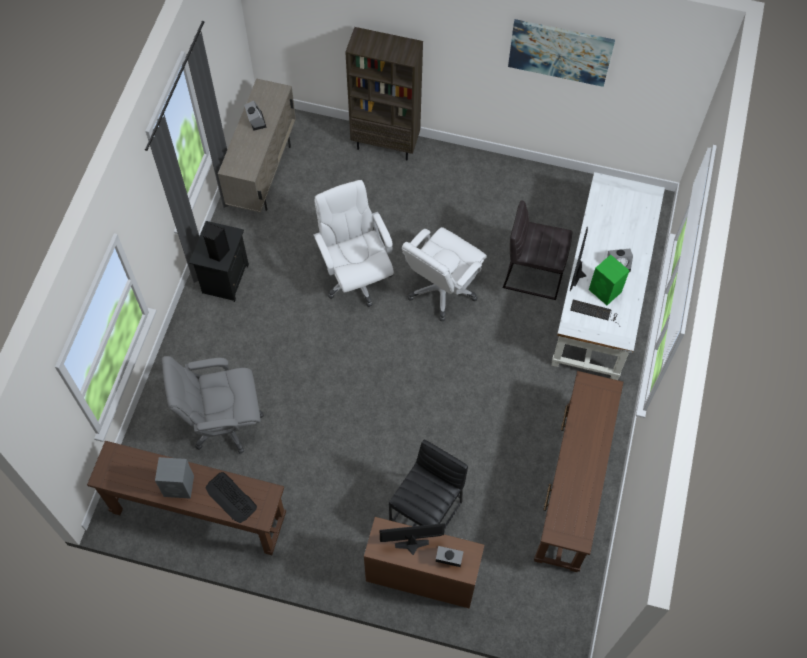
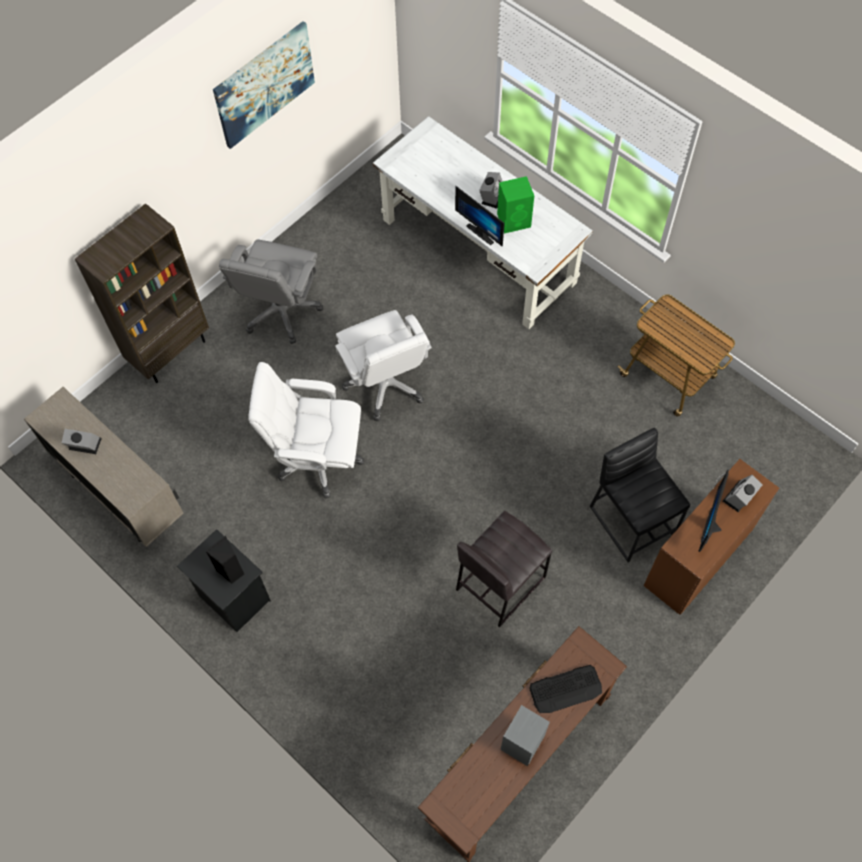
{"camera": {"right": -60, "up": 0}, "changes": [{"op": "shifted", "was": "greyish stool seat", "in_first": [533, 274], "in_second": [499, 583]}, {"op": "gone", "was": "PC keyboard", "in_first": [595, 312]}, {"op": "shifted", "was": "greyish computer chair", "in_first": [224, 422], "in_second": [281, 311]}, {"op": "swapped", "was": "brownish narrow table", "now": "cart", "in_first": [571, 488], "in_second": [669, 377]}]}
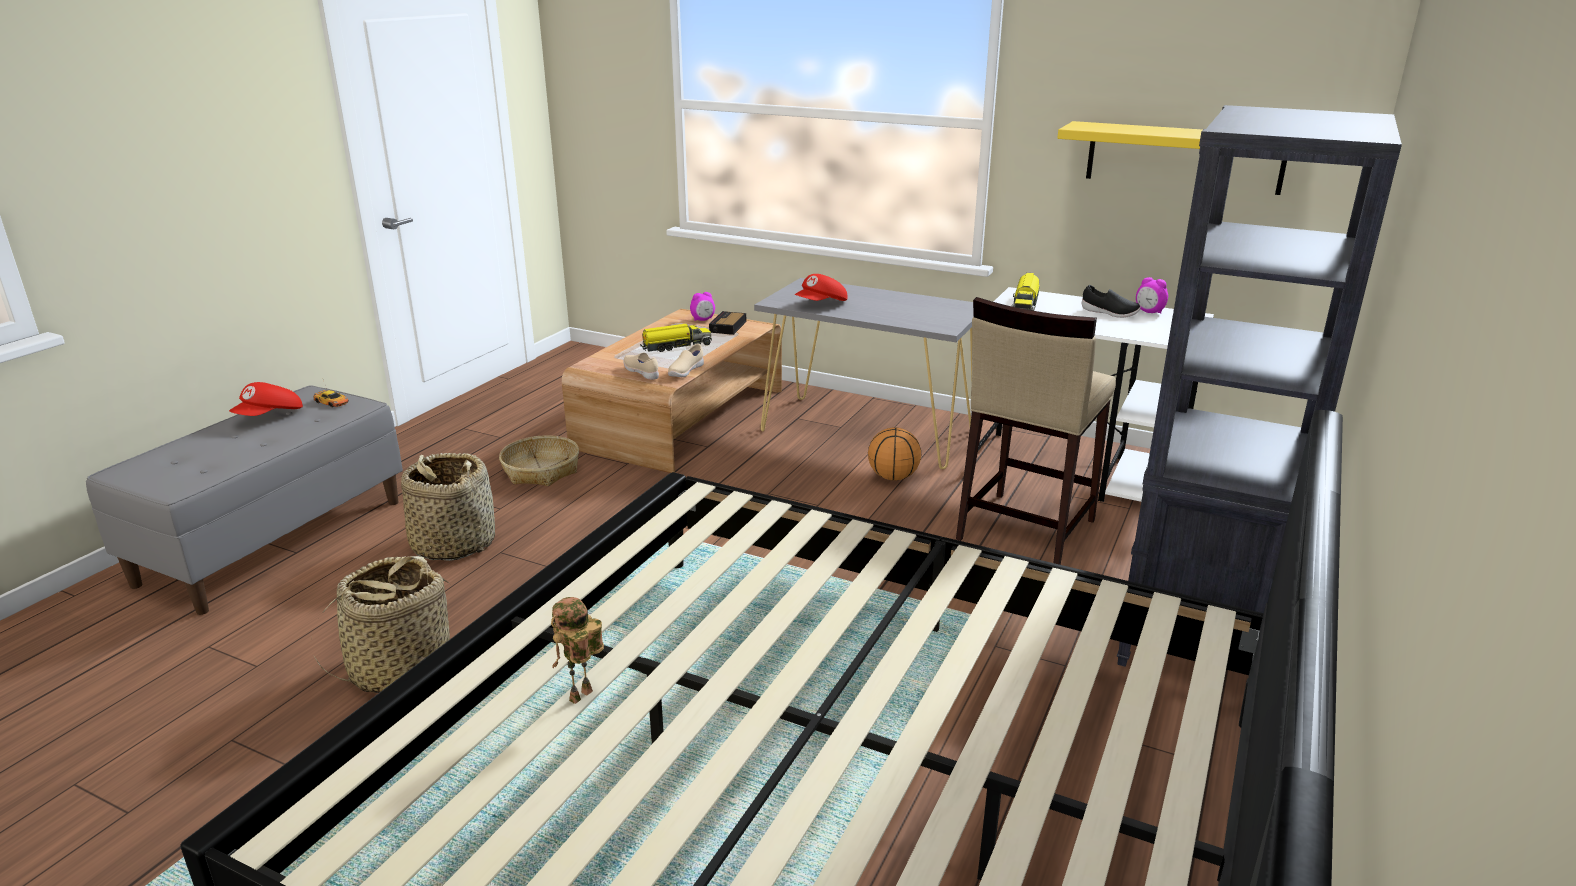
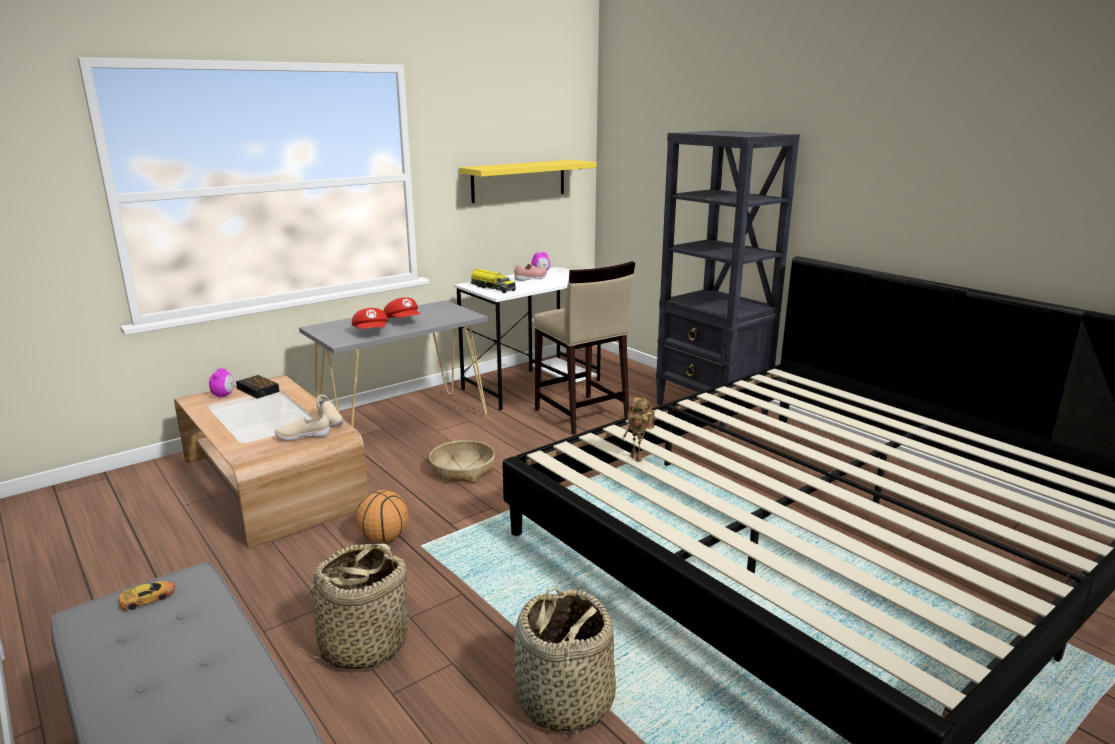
{"camera": {"right": -65, "up": -5}, "changes": [{"op": "repainted", "was": "black-coloured low shoe", "now": "pinkish low shoe", "in_first": [1109, 313], "in_second": [531, 278]}, {"op": "gone", "was": "model truck", "in_first": [676, 346]}, {"op": "shifted", "was": "red peaked cap", "in_first": [270, 416], "in_second": [403, 321]}, {"op": "shifted", "was": "ball for basketball", "in_first": [893, 477], "in_second": [384, 538]}, {"op": "shifted", "was": "storage basket", "in_first": [541, 471], "in_second": [462, 470]}, {"op": "shifted", "was": "model robot", "in_first": [581, 698], "in_second": [638, 458]}]}
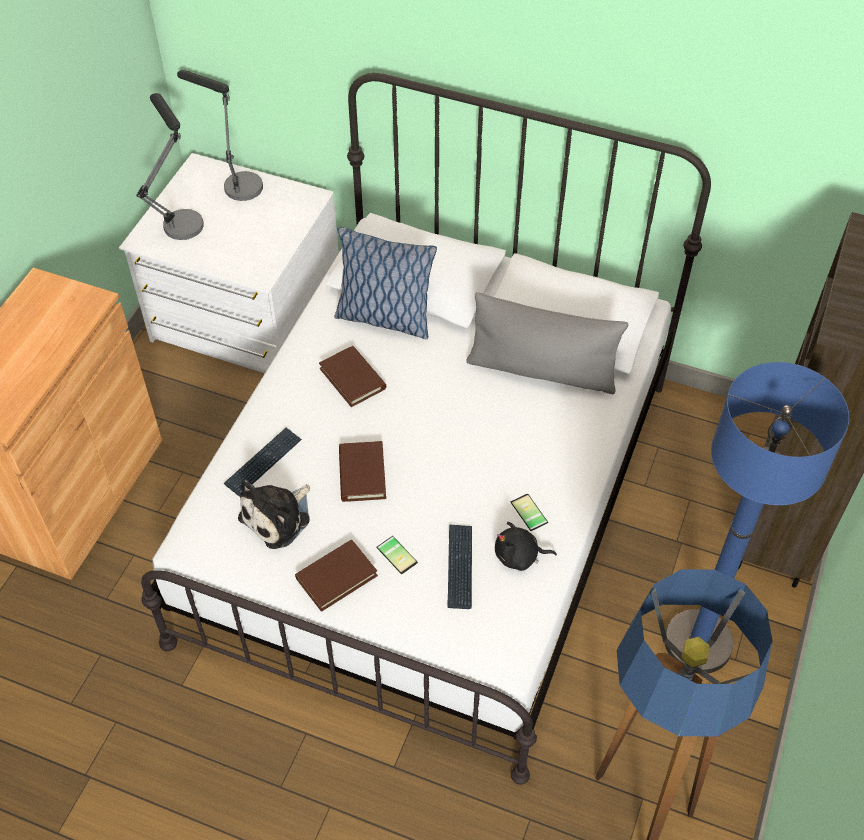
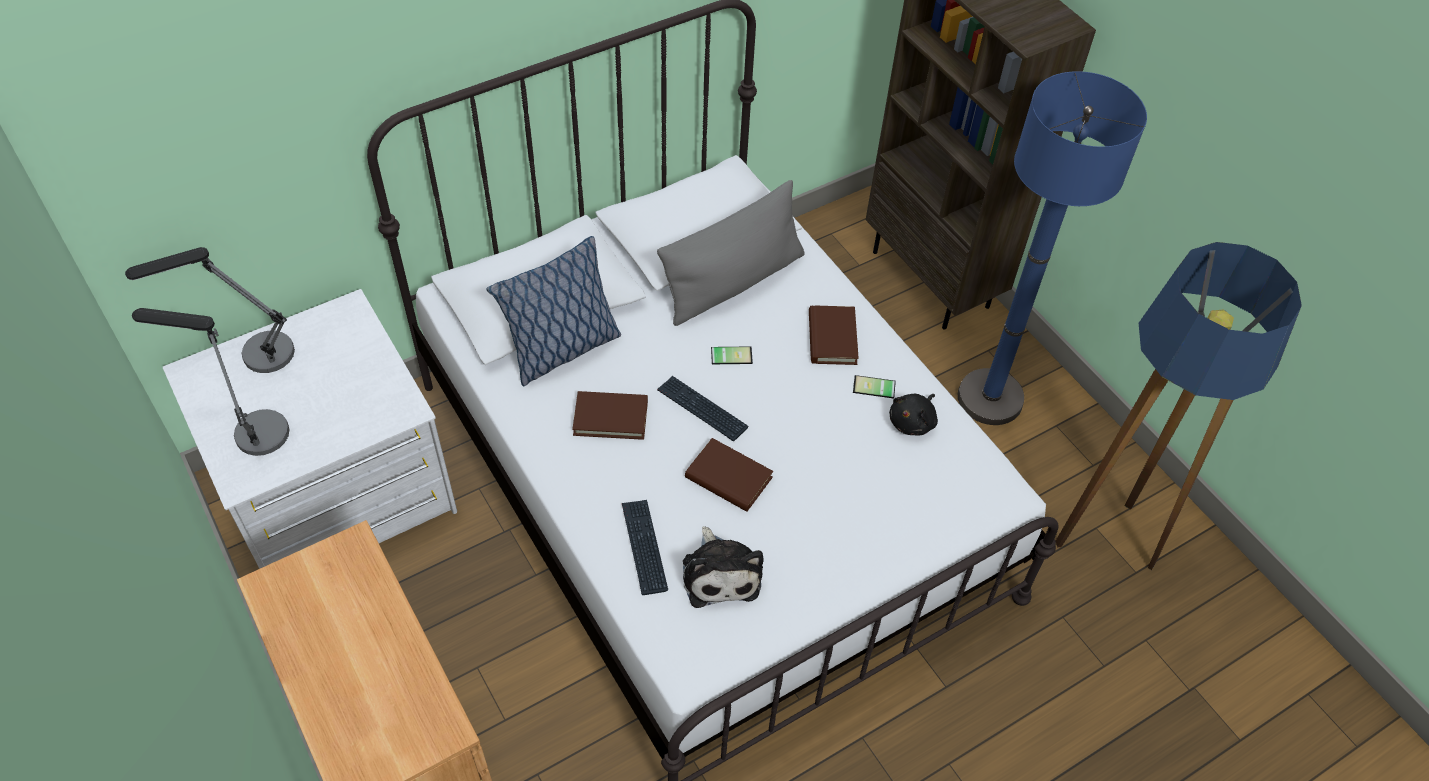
{"camera": {"right": -55, "up": 0}, "changes": [{"op": "shifted", "was": "PC keyboard", "in_first": [459, 567], "in_second": [702, 409]}, {"op": "shifted", "was": "telephone", "in_first": [398, 554], "in_second": [731, 354]}, {"op": "shifted", "was": "brownish bound book", "in_first": [336, 577], "in_second": [832, 338]}]}
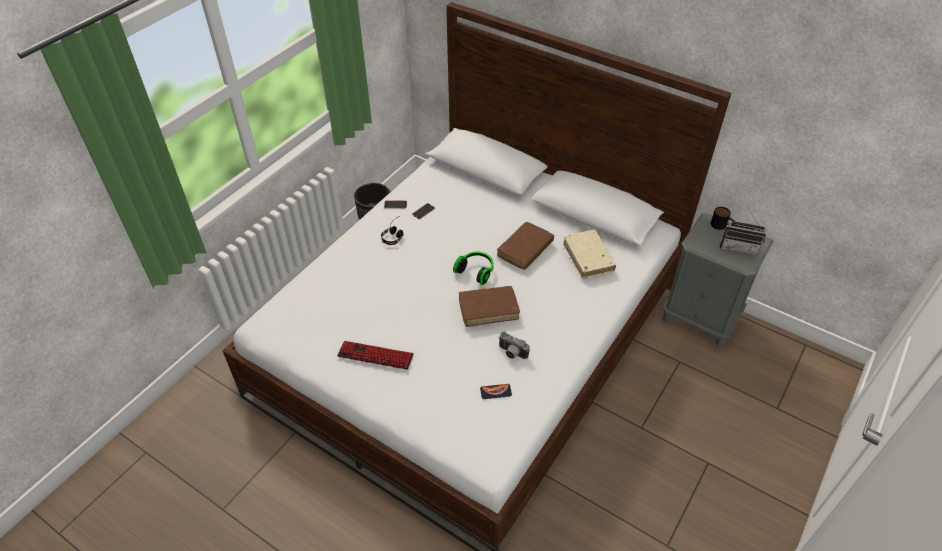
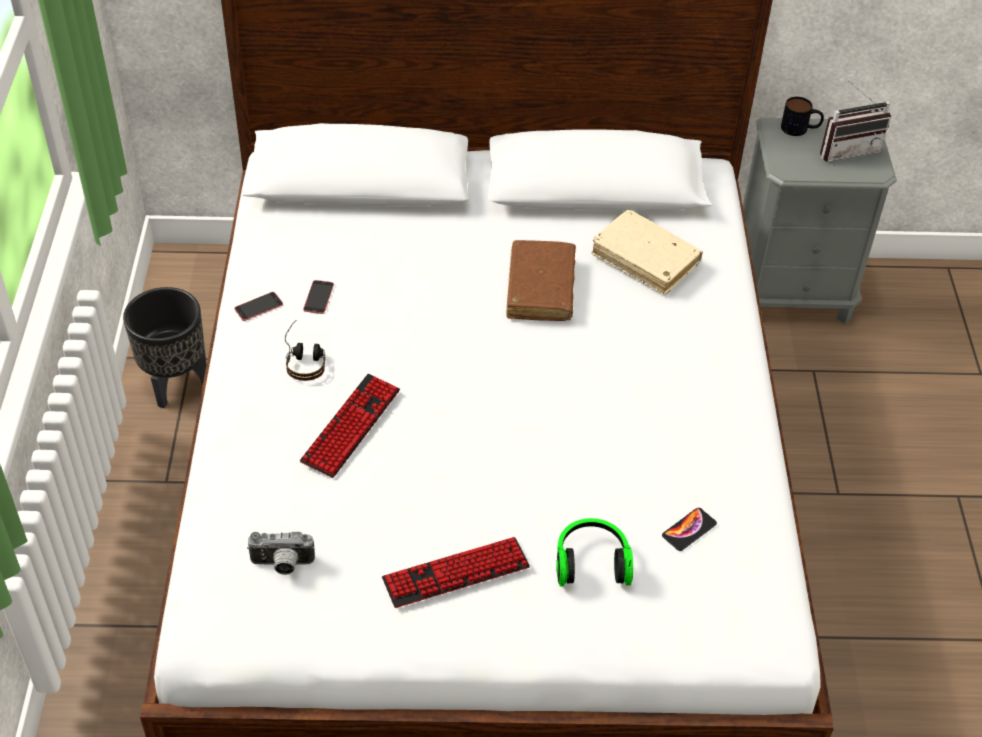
{"camera": {"right": -35, "up": 0}, "changes": [{"op": "shifted", "was": "pair of headphones", "in_first": [476, 271], "in_second": [591, 562]}, {"op": "gone", "was": "brownish bound book", "in_first": [488, 310]}, {"op": "shifted", "was": "photo camera", "in_first": [511, 353], "in_second": [282, 565]}, {"op": "new", "now": "PC keyboard", "in_second": [351, 426]}]}
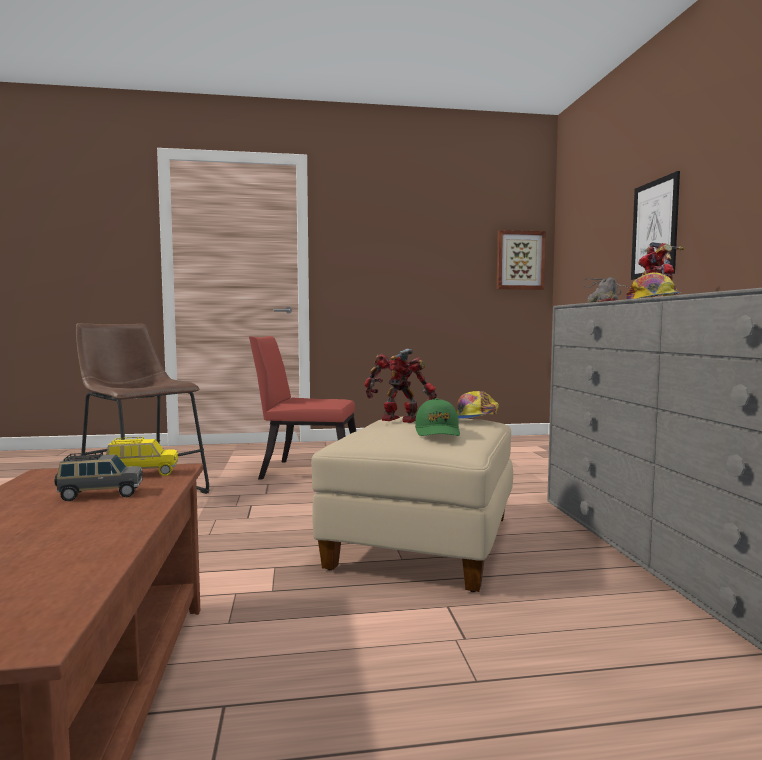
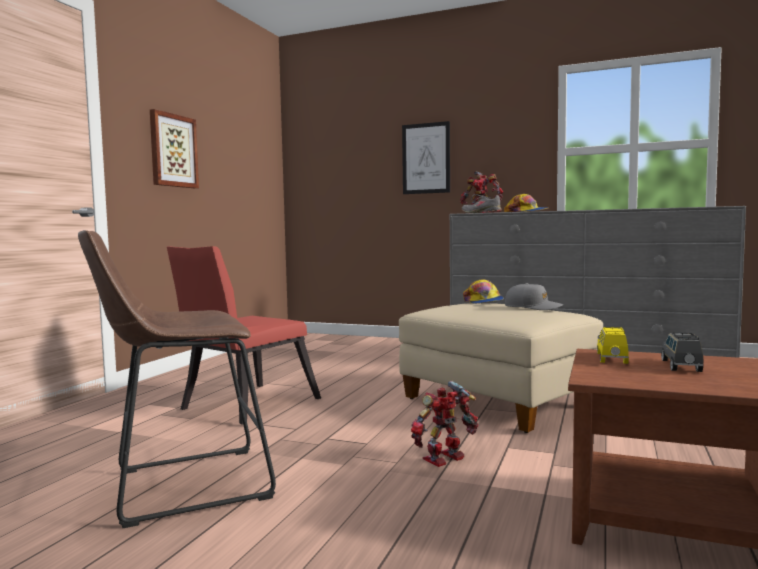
{"camera": {"right": -60, "up": 0}, "changes": [{"op": "shifted", "was": "wall picture", "in_first": [520, 260], "in_second": [173, 151]}, {"op": "shifted", "was": "model robot", "in_first": [399, 420], "in_second": [446, 459]}, {"op": "repainted", "was": "green peaked cap", "now": "greyish peaked cap", "in_first": [437, 431], "in_second": [533, 307]}]}
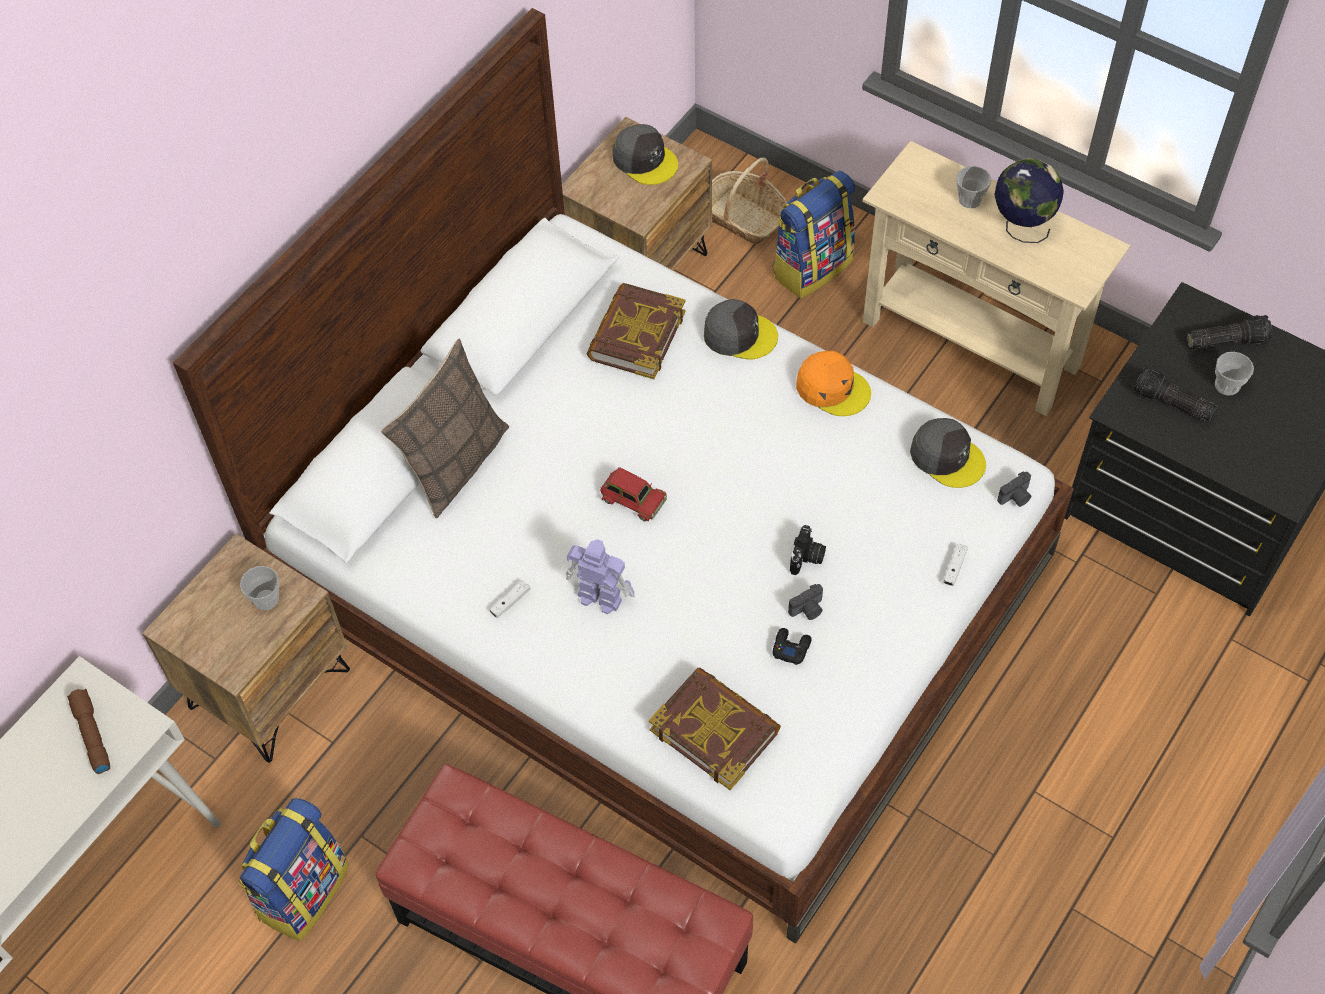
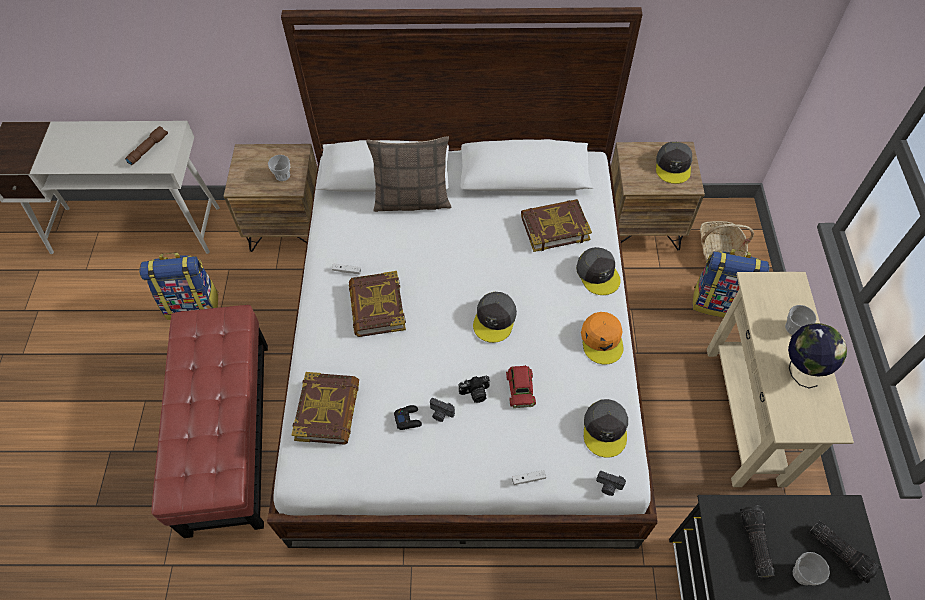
{"camera": {"right": 55, "up": 0}, "changes": [{"op": "shifted", "was": "red model car", "in_first": [632, 498], "in_second": [520, 388]}, {"op": "swapped", "was": "model robot", "now": "bound book", "in_first": [599, 597], "in_second": [377, 307]}, {"op": "new", "now": "greyish peaked cap", "in_second": [495, 319]}]}
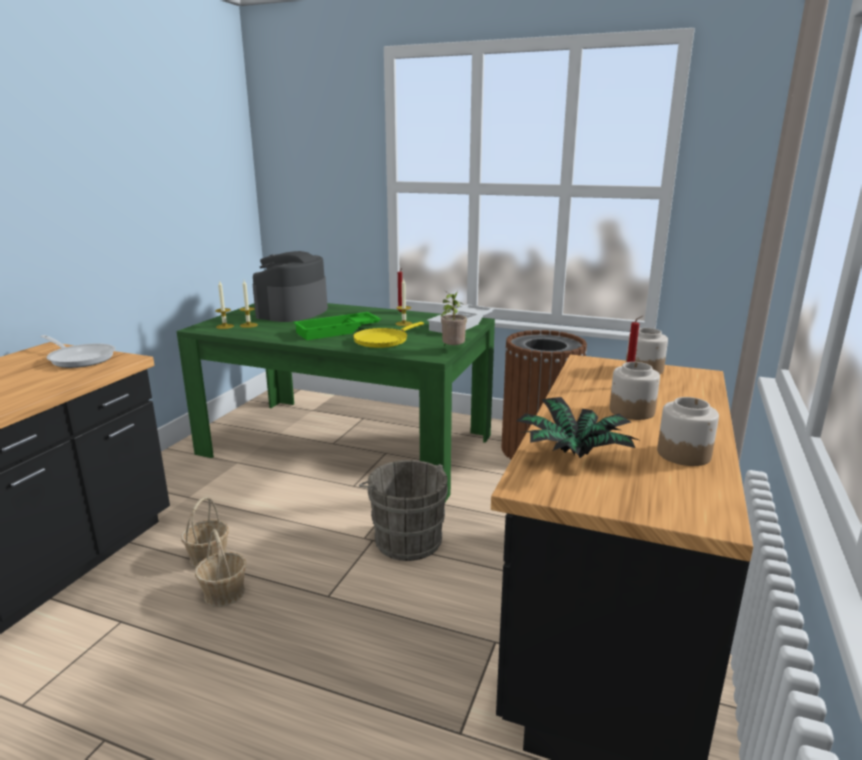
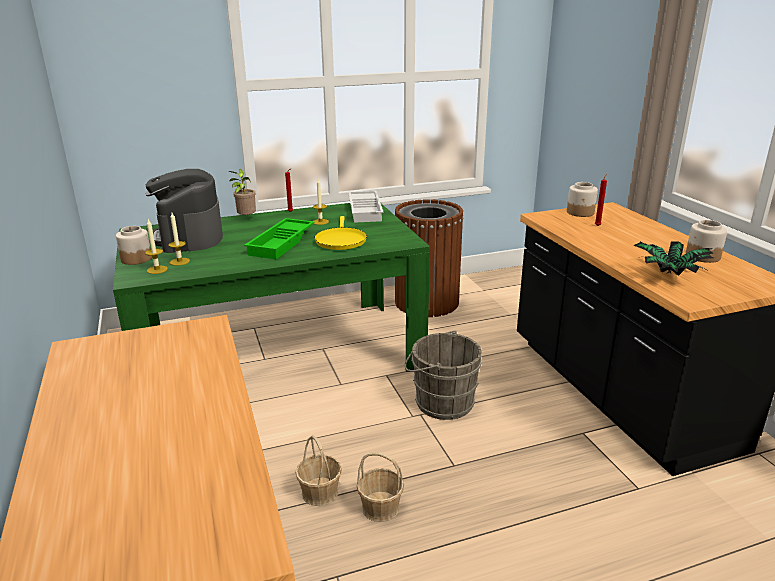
{"camera": {"right": -40, "up": 5}, "changes": [{"op": "shifted", "was": "potted plant", "in_first": [452, 350], "in_second": [246, 219]}, {"op": "gone", "was": "frying pan", "in_first": [80, 358]}, {"op": "shifted", "was": "jar", "in_first": [631, 411], "in_second": [136, 259]}]}
